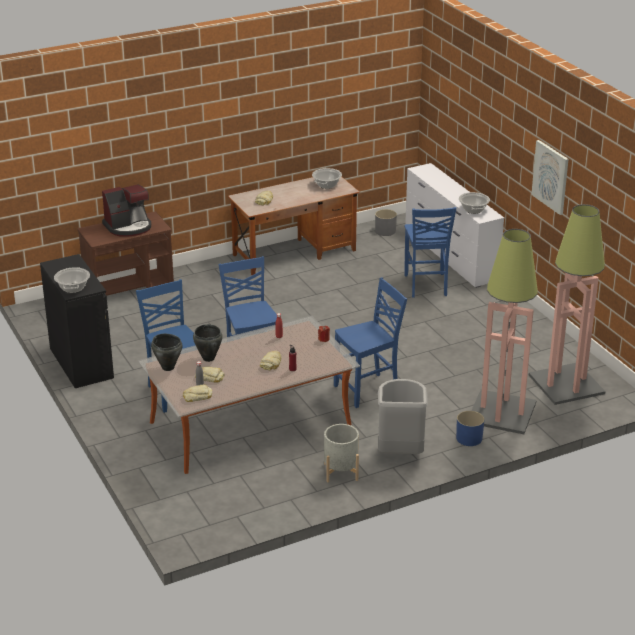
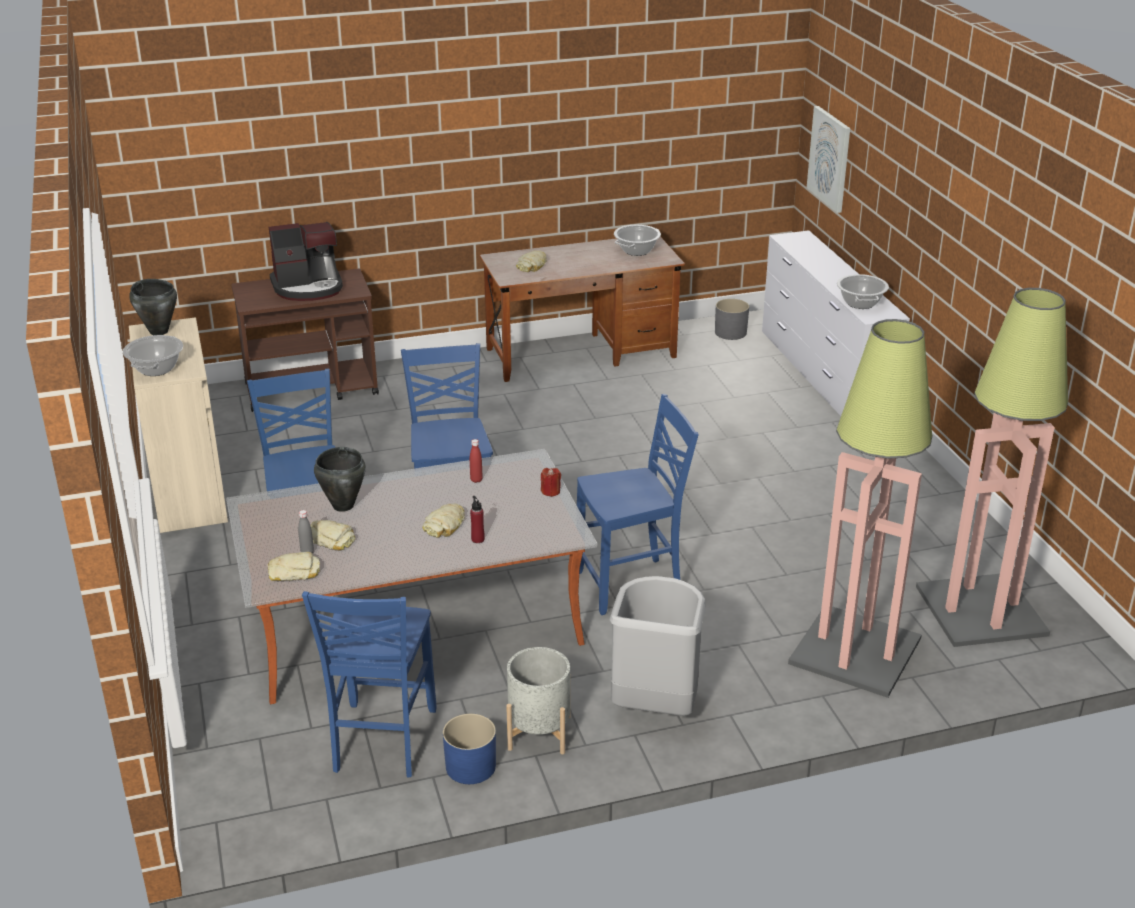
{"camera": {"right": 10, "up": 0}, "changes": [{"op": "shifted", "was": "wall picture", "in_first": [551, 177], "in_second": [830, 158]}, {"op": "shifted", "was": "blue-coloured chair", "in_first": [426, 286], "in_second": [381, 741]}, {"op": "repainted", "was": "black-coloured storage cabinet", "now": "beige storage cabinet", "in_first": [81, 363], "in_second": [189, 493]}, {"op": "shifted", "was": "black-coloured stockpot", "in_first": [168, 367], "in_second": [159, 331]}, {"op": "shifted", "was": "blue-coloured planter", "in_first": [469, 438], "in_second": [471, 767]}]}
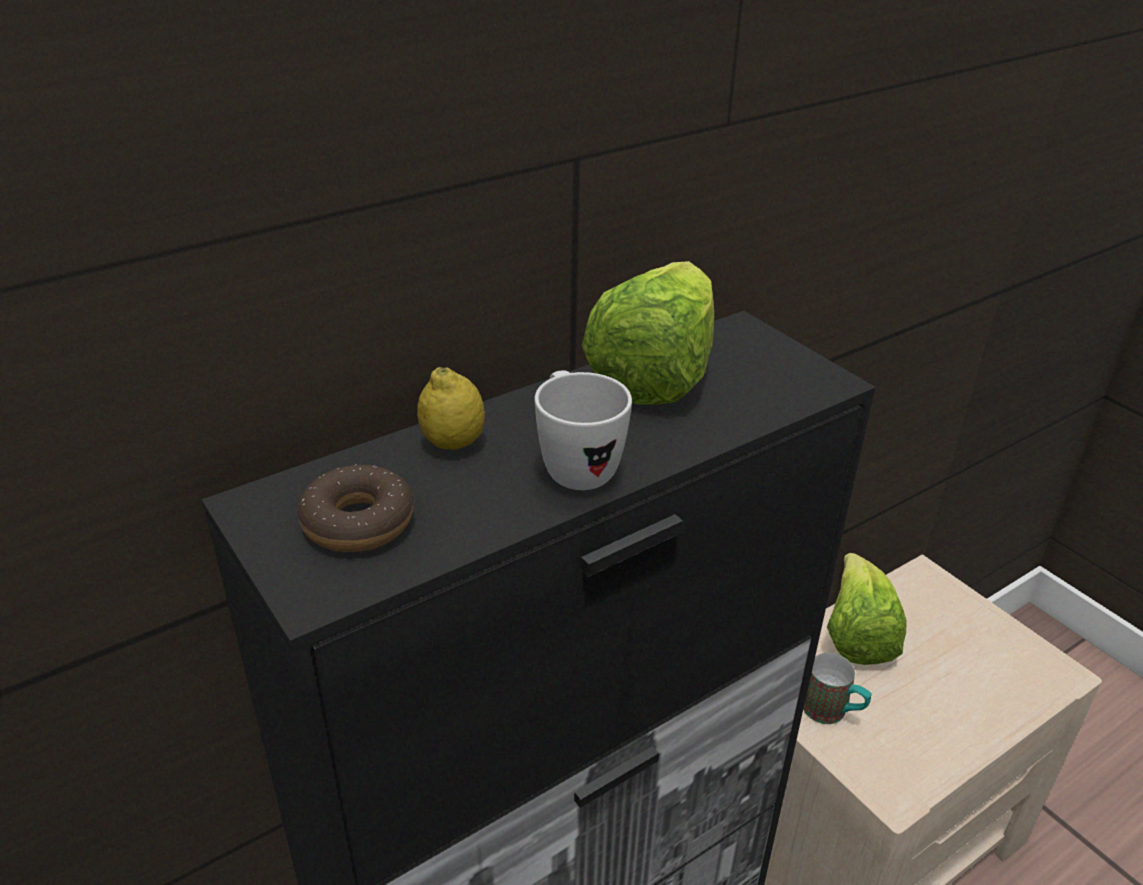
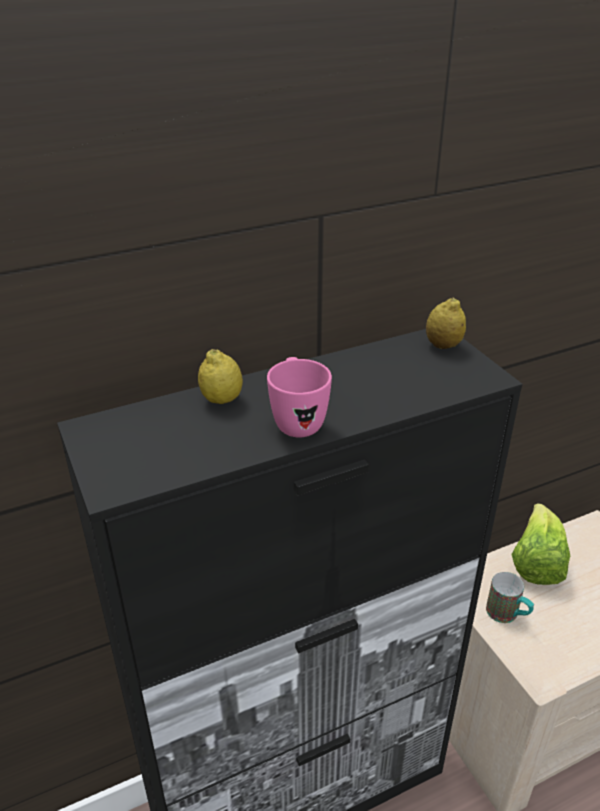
{"camera": {"right": 10, "up": 0}, "changes": [{"op": "gone", "was": "lettuce", "in_first": [654, 374]}, {"op": "repainted", "was": "white tea mug", "now": "pinkish tea mug", "in_first": [574, 465], "in_second": [297, 421]}, {"op": "gone", "was": "doughnut", "in_first": [358, 522]}, {"op": "new", "now": "lemon", "in_second": [443, 345]}]}
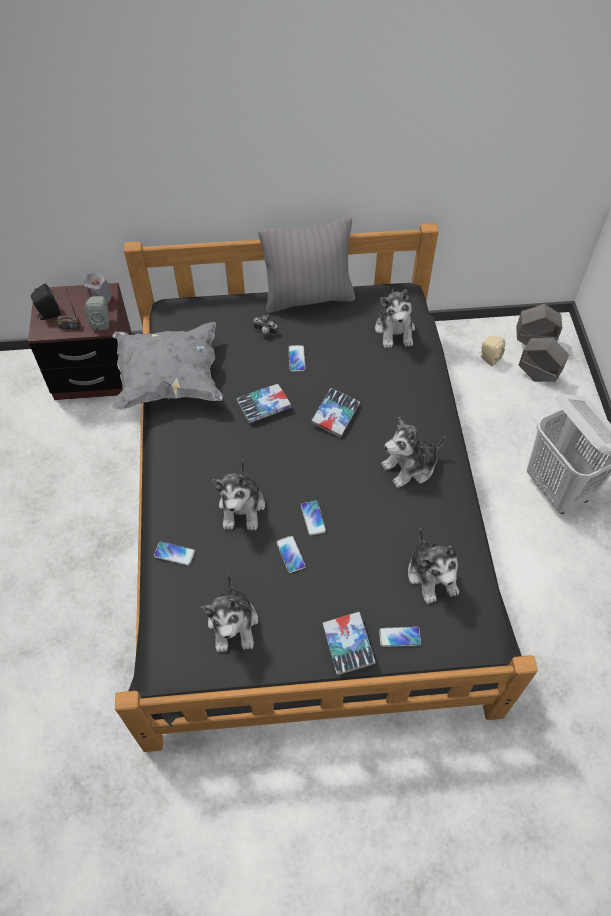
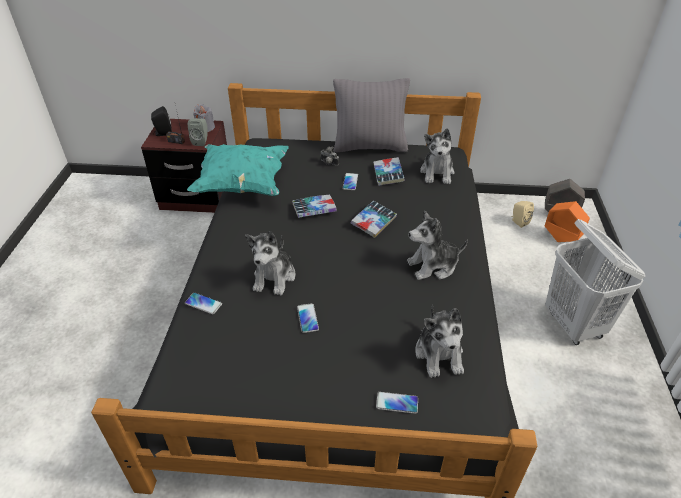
{"camera": {"right": 10, "up": -15}, "changes": [{"op": "repainted", "was": "greyish throw pillow", "now": "turquoise-coloured throw pillow", "in_first": [169, 380], "in_second": [242, 184]}, {"op": "repainted", "was": "greyish planter", "now": "orange planter", "in_first": [537, 375], "in_second": [561, 238]}, {"op": "gone", "was": "telephone", "in_first": [313, 518]}, {"op": "gone", "was": "soft toy", "in_first": [233, 624]}, {"op": "shifted", "was": "bound book", "in_first": [348, 645], "in_second": [388, 174]}]}
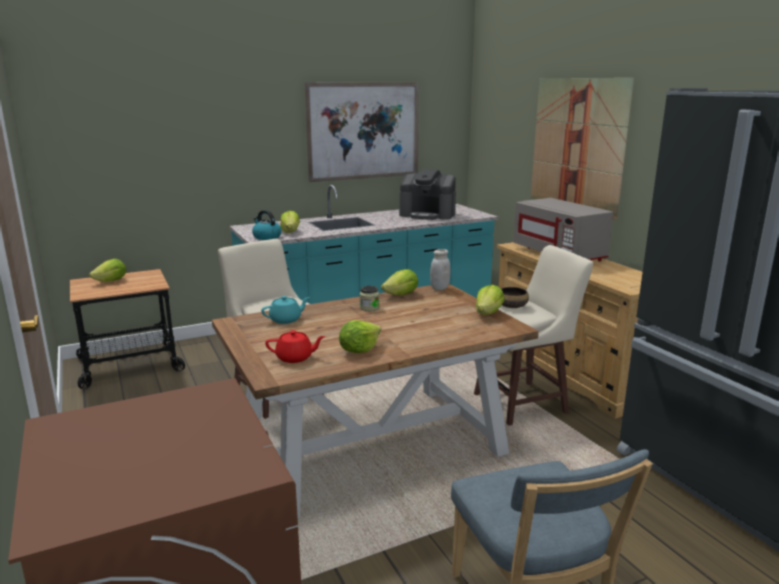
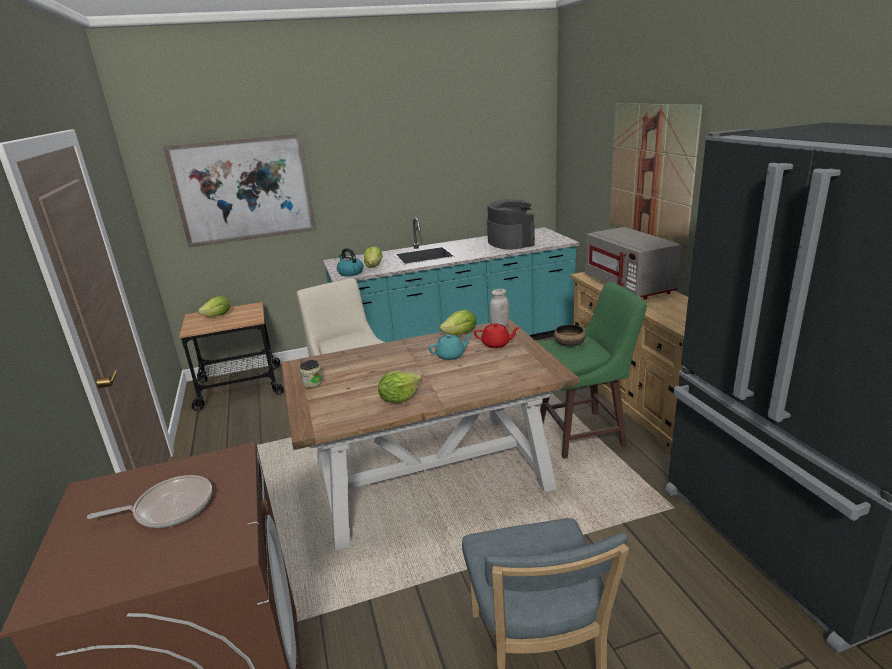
{"camera": {"right": 10, "up": 5}, "changes": [{"op": "shifted", "was": "wall picture", "in_first": [364, 131], "in_second": [244, 190]}, {"op": "rotated", "was": "coffee maker", "in_first": [428, 214], "in_second": [510, 242], "clockwise": -135}, {"op": "repainted", "was": "beige stool seat", "now": "green stool seat", "in_first": [523, 403], "in_second": [583, 434]}, {"op": "gone", "was": "lettuce", "in_first": [488, 313]}, {"op": "shifted", "was": "jar", "in_first": [369, 308], "in_second": [312, 382]}, {"op": "shifted", "was": "turquoise-coloured pot for tea", "in_first": [286, 320], "in_second": [451, 355]}, {"op": "shifted", "was": "red pot for tea", "in_first": [295, 358], "in_second": [496, 344]}, {"op": "new", "now": "frying pan", "in_second": [169, 508]}]}
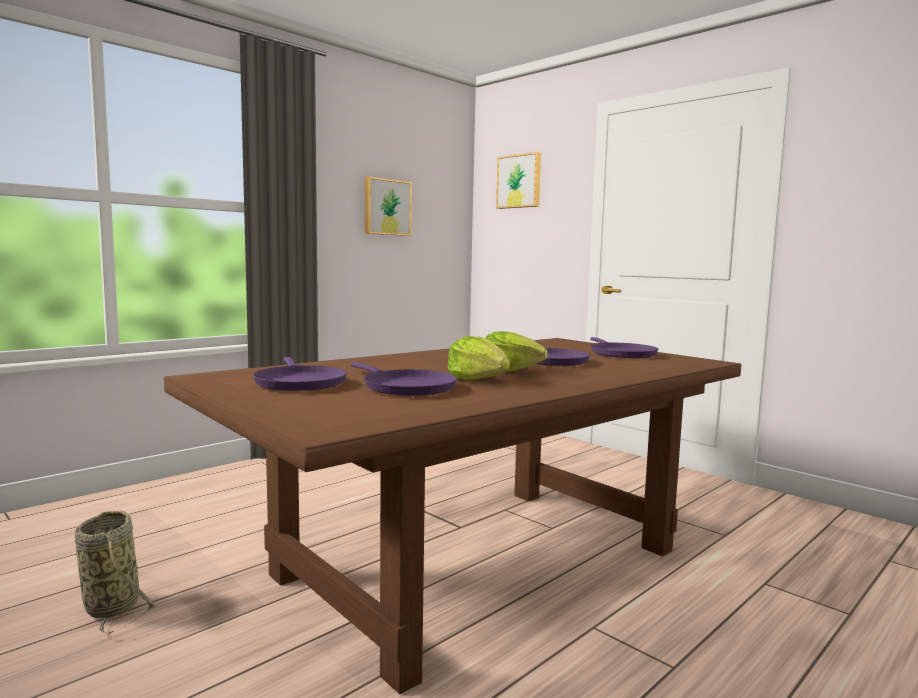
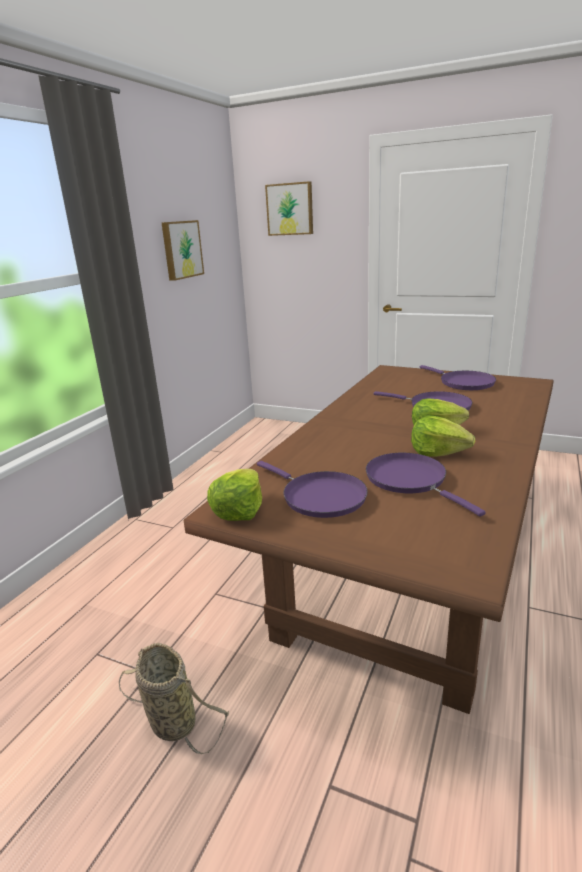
{"camera": {"right": -20, "up": 15}, "changes": [{"op": "rotated", "was": "purple-coloured frying pan", "in_first": [405, 387], "in_second": [410, 480], "clockwise": -150}, {"op": "new", "now": "lettuce", "in_second": [238, 510]}]}
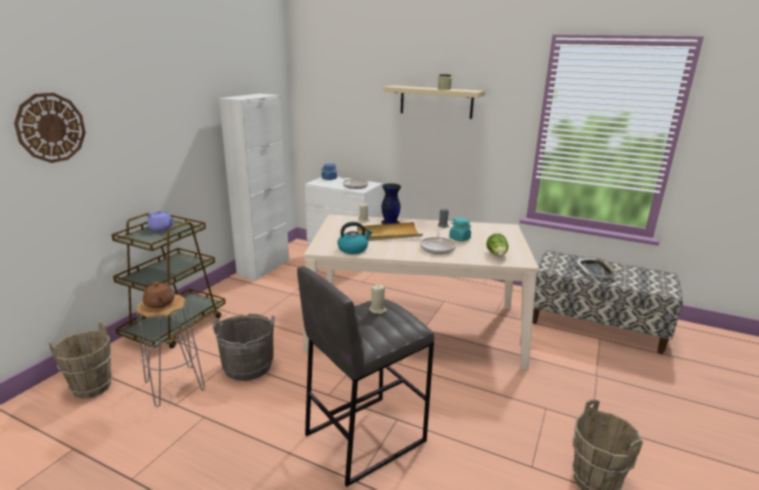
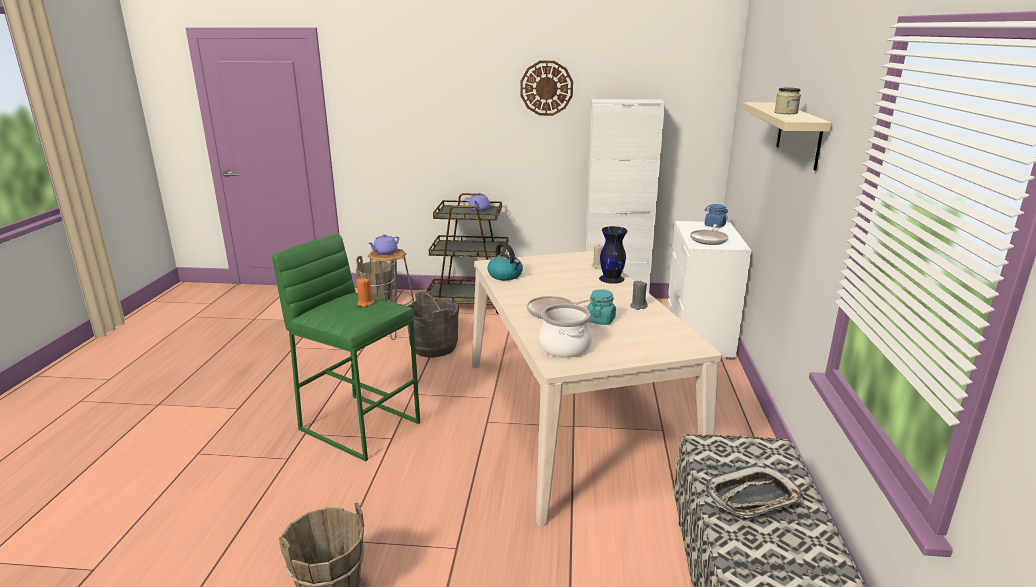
{"camera": {"right": 70, "up": 0}, "changes": [{"op": "shifted", "was": "hanging clock", "in_first": [51, 128], "in_second": [546, 88]}, {"op": "gone", "was": "beige carrying tray", "in_first": [388, 234]}, {"op": "swapped", "was": "lettuce", "now": "stockpot", "in_first": [497, 255], "in_second": [565, 347]}, {"op": "repainted", "was": "greyish stool seat", "now": "green stool seat", "in_first": [364, 437], "in_second": [360, 425]}, {"op": "repainted", "was": "brownish pot for tea", "now": "purple-coloured pot for tea", "in_first": [159, 304], "in_second": [384, 252]}, {"op": "repainted", "was": "beige wax light", "now": "orange wax light", "in_first": [377, 310], "in_second": [365, 303]}]}
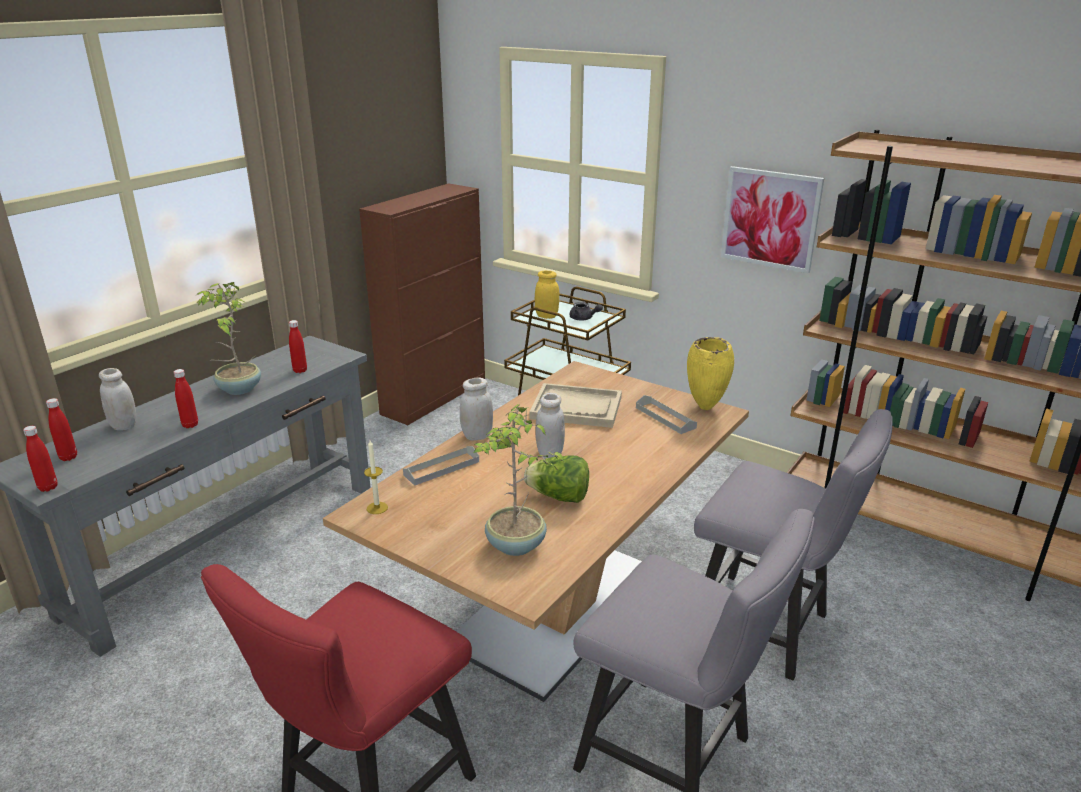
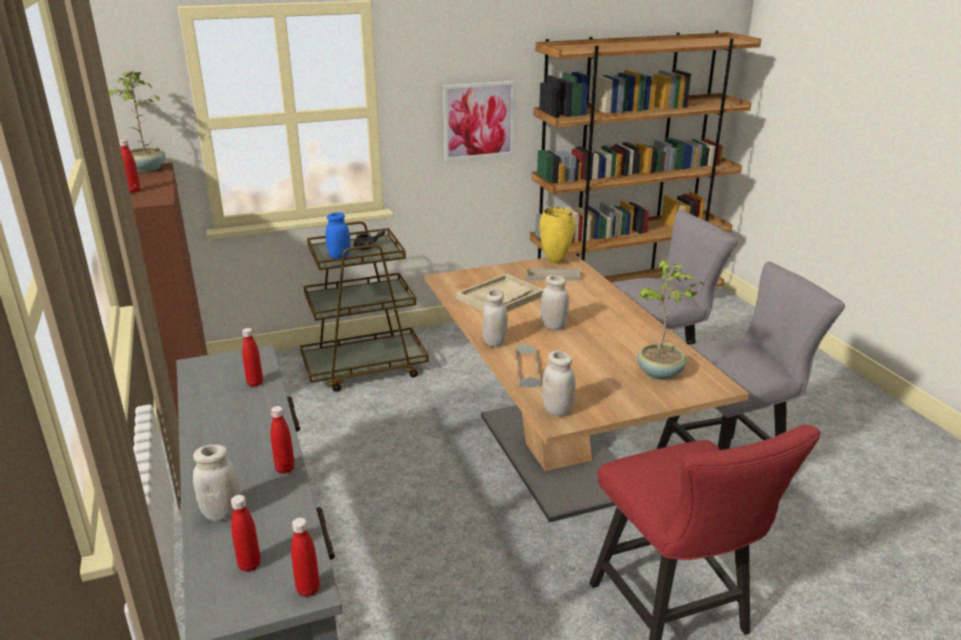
{"camera": {"right": -55, "up": 0}, "changes": [{"op": "repainted", "was": "yellowish jar", "now": "blue-coloured jar", "in_first": [546, 316], "in_second": [339, 256]}, {"op": "shifted", "was": "potted plant", "in_first": [238, 389], "in_second": [147, 169]}, {"op": "swapped", "was": "wax light", "now": "white jar", "in_first": [377, 508], "in_second": [557, 410]}, {"op": "gone", "was": "lettuce", "in_first": [559, 497]}, {"op": "new", "now": "red bottle", "in_second": [133, 191]}]}
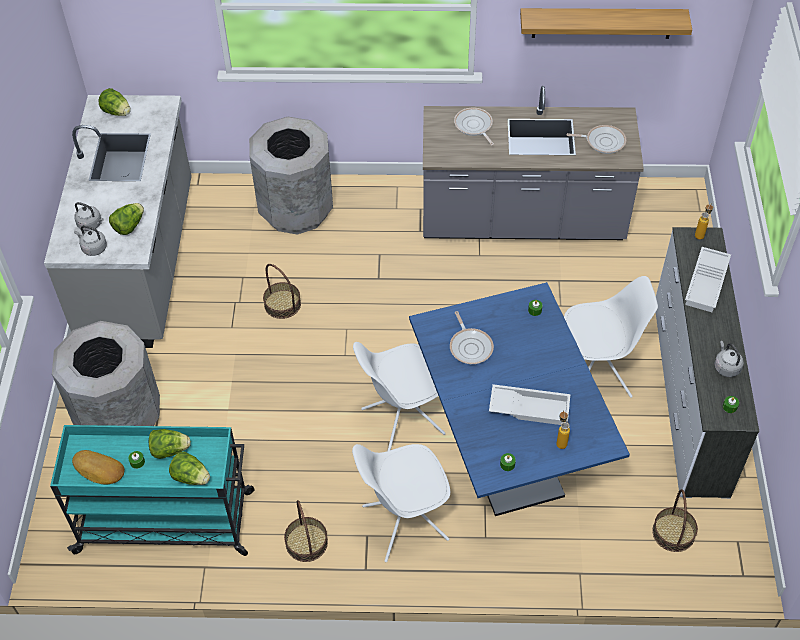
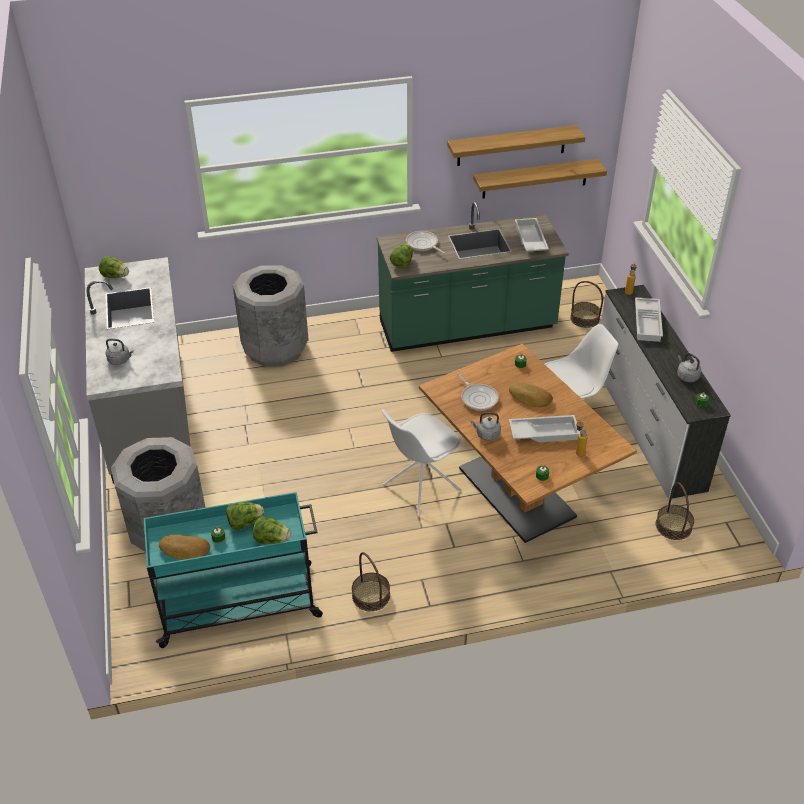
{"camera": {"right": -15, "up": -10}, "changes": [{"op": "repainted", "was": "greyish kitchen base unit", "now": "green kitchen base unit", "in_first": [522, 222], "in_second": [467, 327]}, {"op": "swapped", "was": "frying pan", "now": "white carrying tray", "in_first": [603, 141], "in_second": [529, 239]}, {"op": "shifted", "was": "lettuce", "in_first": [129, 226], "in_second": [402, 263]}, {"op": "shifted", "was": "greyish kettle", "in_first": [93, 248], "in_second": [486, 434]}, {"op": "shifted", "was": "storage basket", "in_first": [282, 304], "in_second": [585, 318]}, {"op": "repainted", "was": "blue-coloured dinner table", "now": "brownish dinner table", "in_first": [507, 450], "in_second": [516, 492]}, {"op": "gone", "was": "white chair", "in_first": [403, 523]}, {"op": "new", "now": "bracket shelf", "in_second": [535, 178]}, {"op": "new", "now": "baked bread", "in_second": [530, 398]}]}
